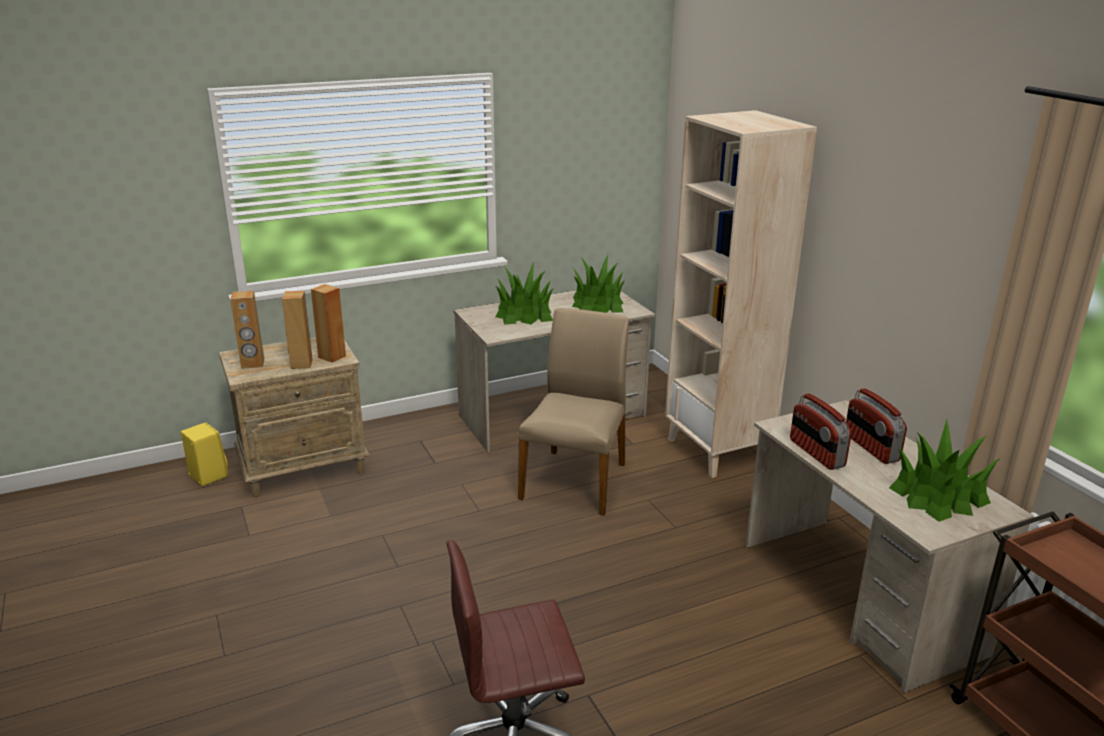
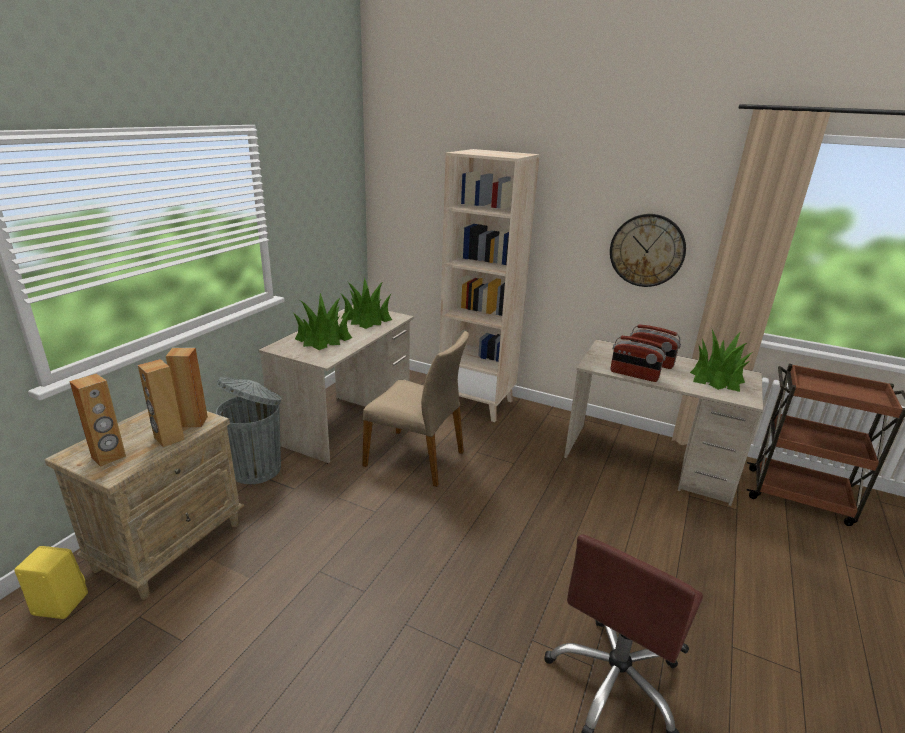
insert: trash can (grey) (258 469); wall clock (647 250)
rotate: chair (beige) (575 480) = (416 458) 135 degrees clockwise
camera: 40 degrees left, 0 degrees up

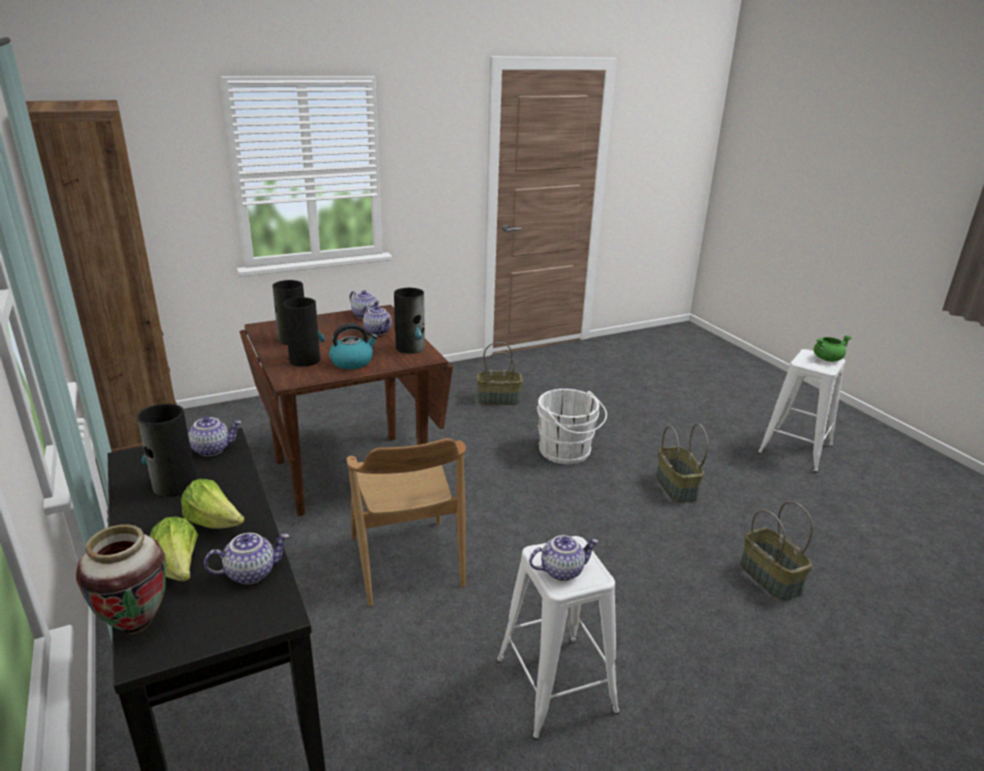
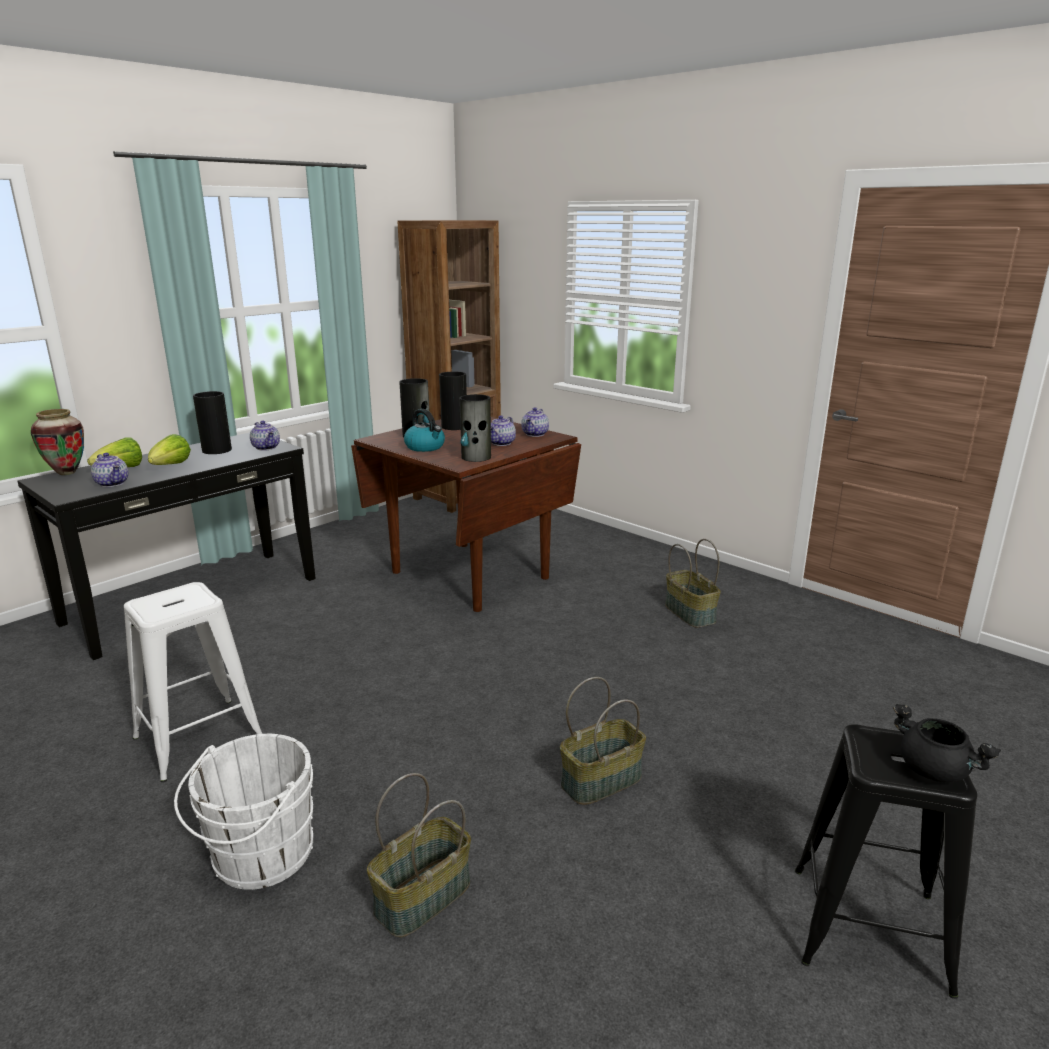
delete: chair (brown) (406 561); teapot (562 570)
move: bucket (white) (567 452) to (258 857)
recolor: stool (white) (795 449) to stool (black) (870 929); cooking pot (green) (827 359) to cooking pot (black) (935 770)
camera: 70 degrees right, 5 degrees down

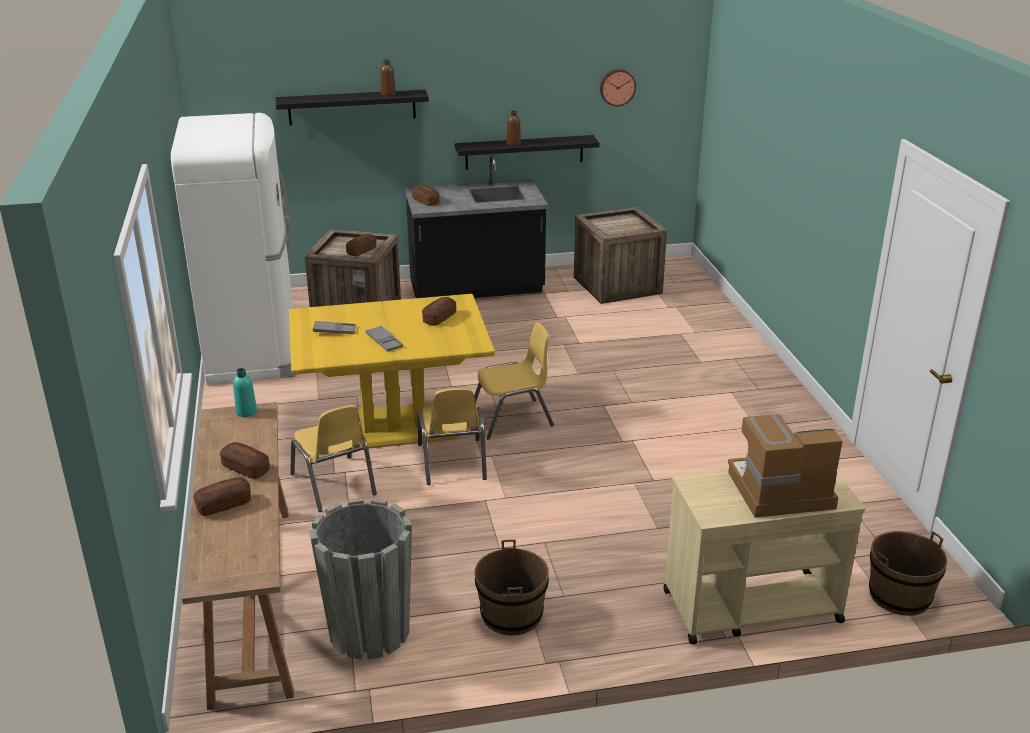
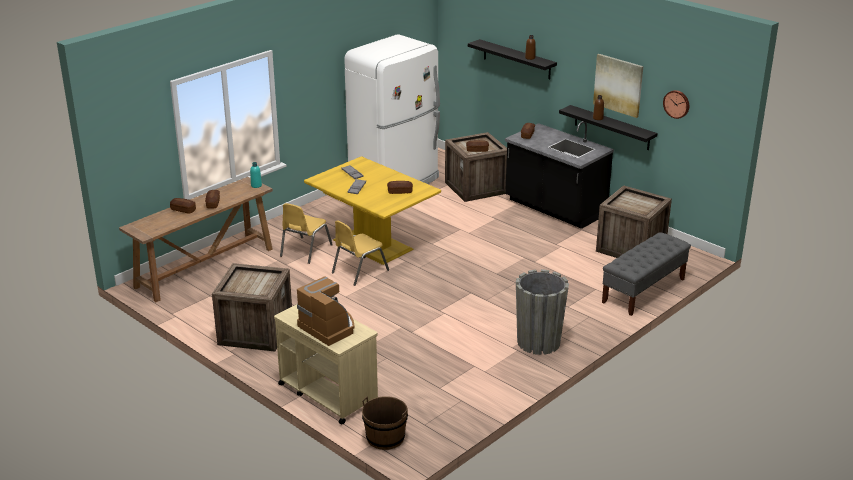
delete: chair (yellow) (512 419)
insert: picture (618 85); bench (grey) (643 291)
move: planter (grey) (369 631) to (538 342)
replace: bucket (brown) (511 615) to crate (255 331)
camera: 55 degrees right, 0 degrees up

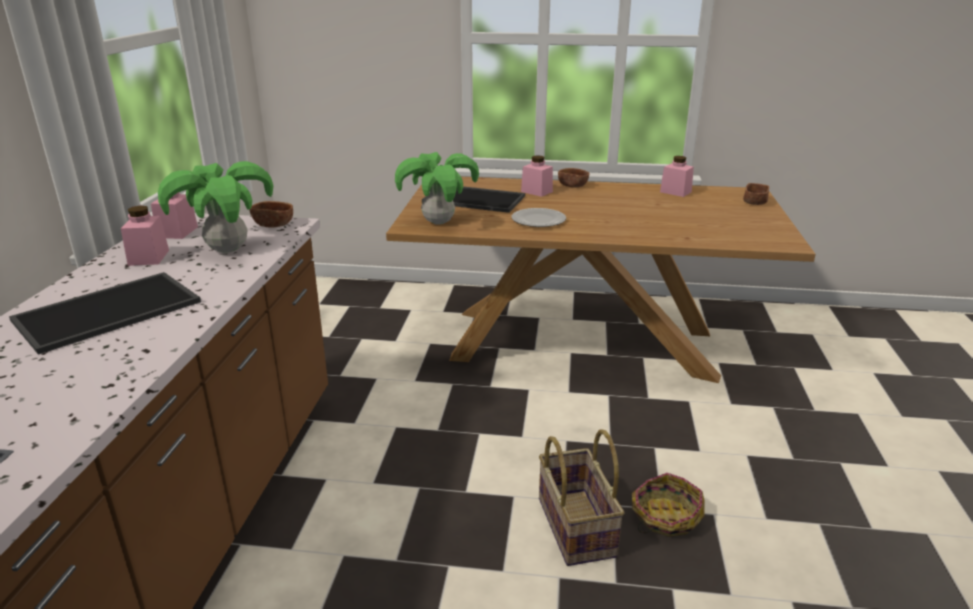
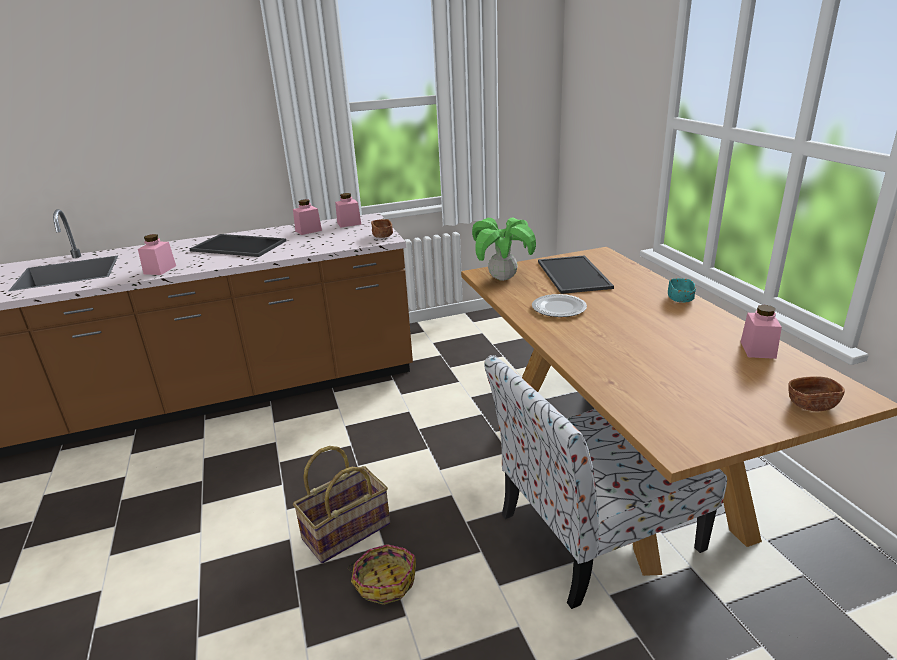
delete: potted plant (227 249)
insert: chair (594 533)
move: jar (pink) (536 191) to (160 270)
recolor: bowl (brown) (572 185) to bowl (turquoise) (680 299)
camera: 65 degrees right, 0 degrees up

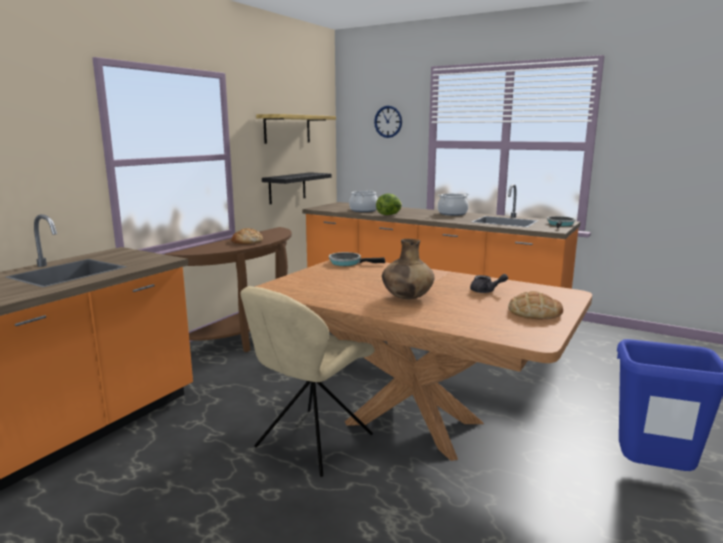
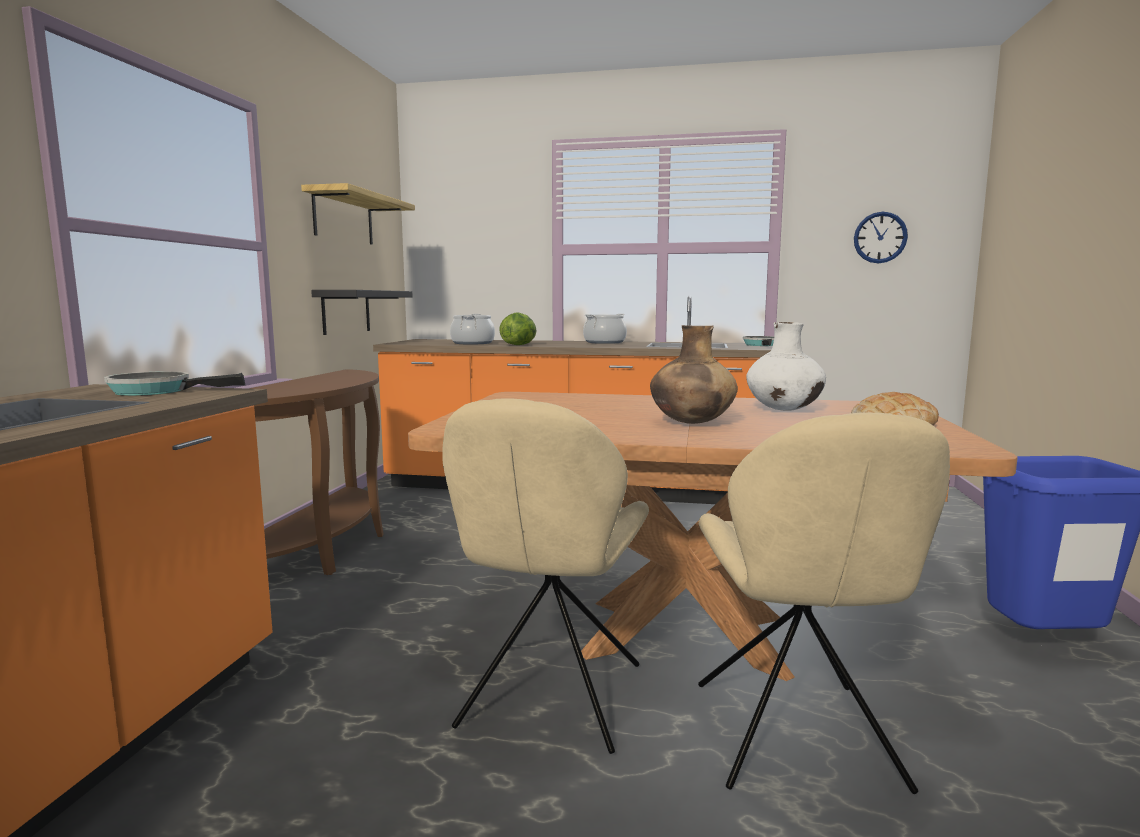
delete: bread (247 241)
insert: chair (beige) (796 739)
move: frying pan (348 263) to (157 391); wall clock (388 121) to (880 237)
replace: teapot (grey) (486 291) to vase (white) (783 410)
camera: 20 degrees left, 5 degrees down

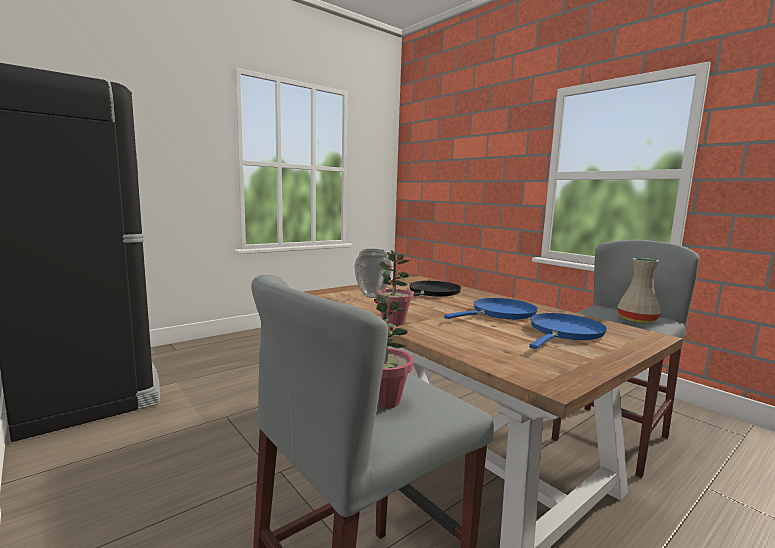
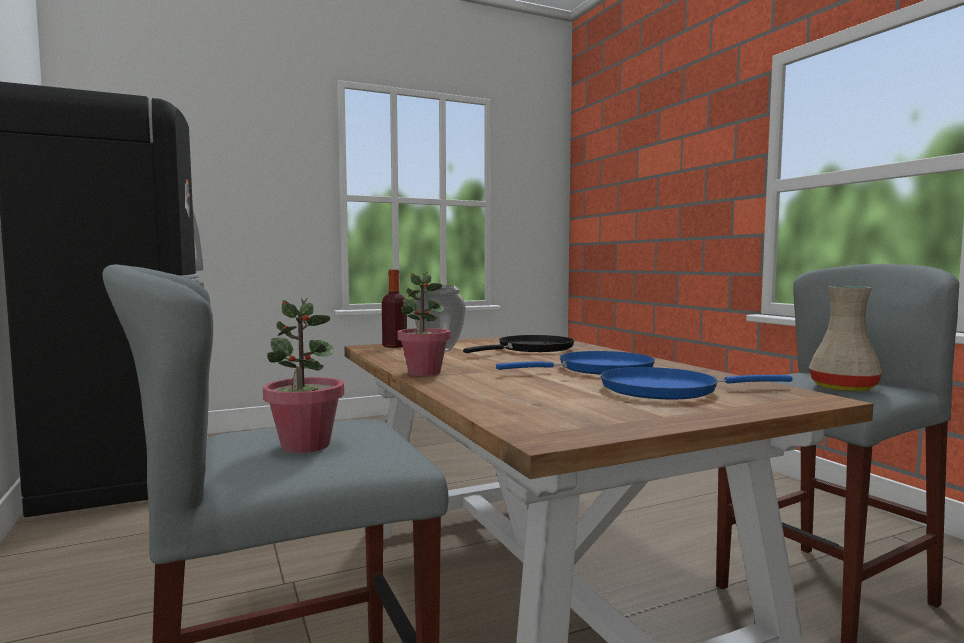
insert: bottle (394 346)
rotate: frying pan (blue) (564 332) = (667 390) 150 degrees counterclockwise
camera: 15 degrees right, 5 degrees down

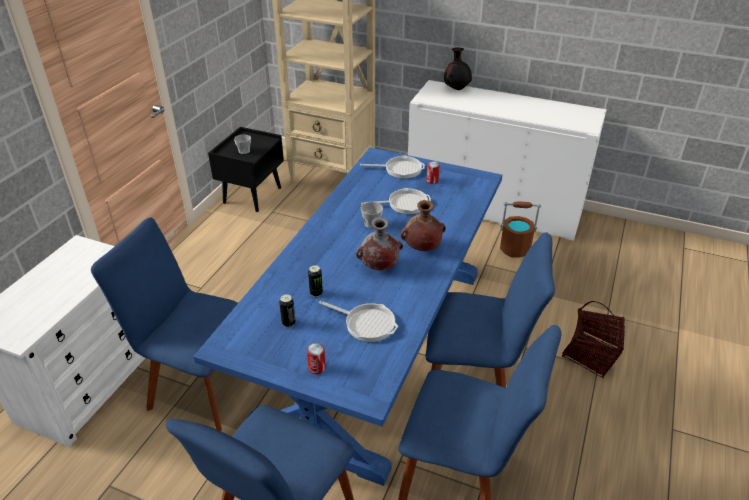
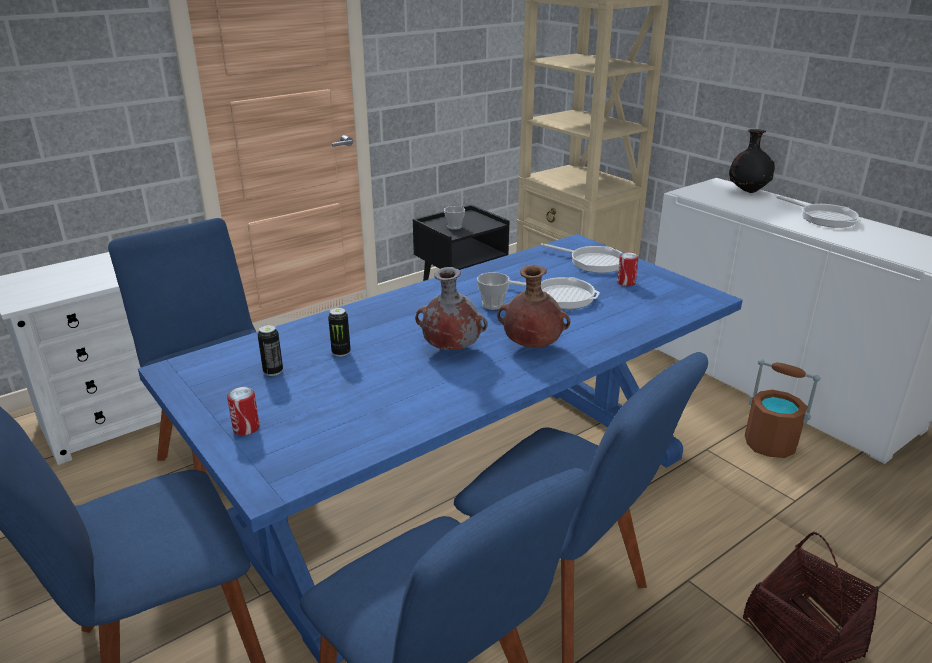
move: frying pan (366 323) to (824 218)
camera: 30 degrees right, 10 degrees down

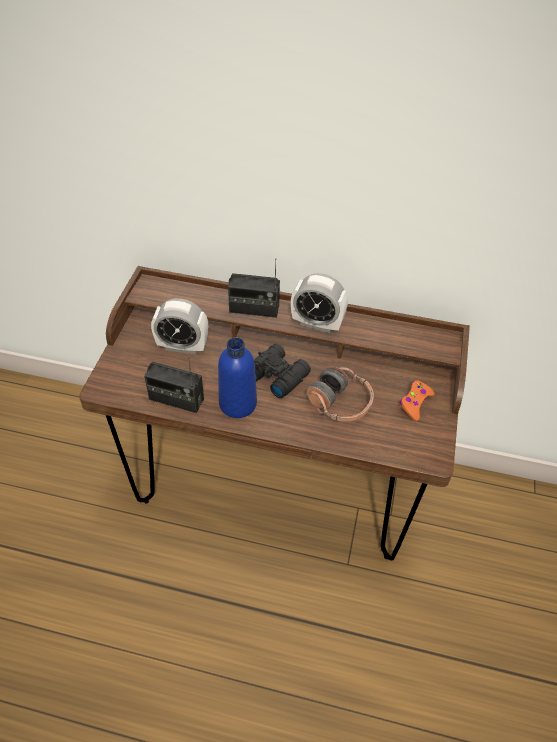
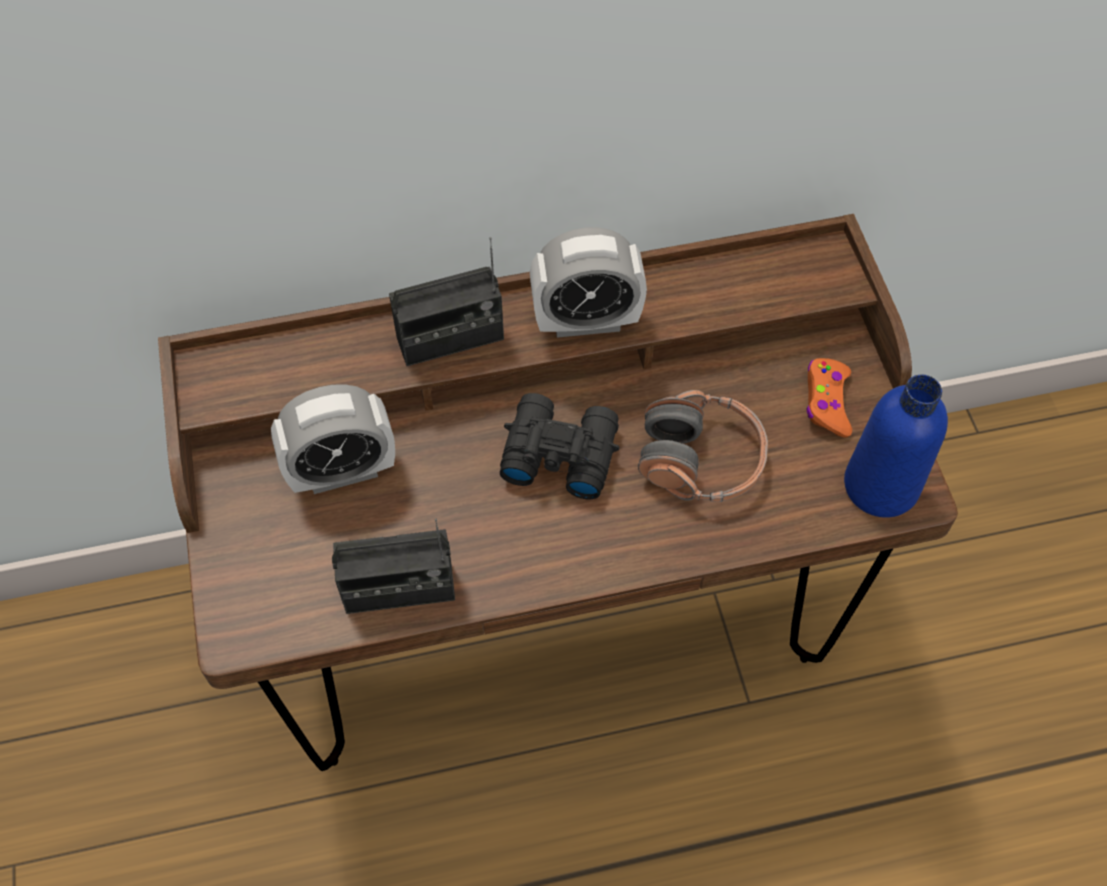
move: bottle (blue) (238 404) to (881 485)
camera: 25 degrees left, 10 degrees up

